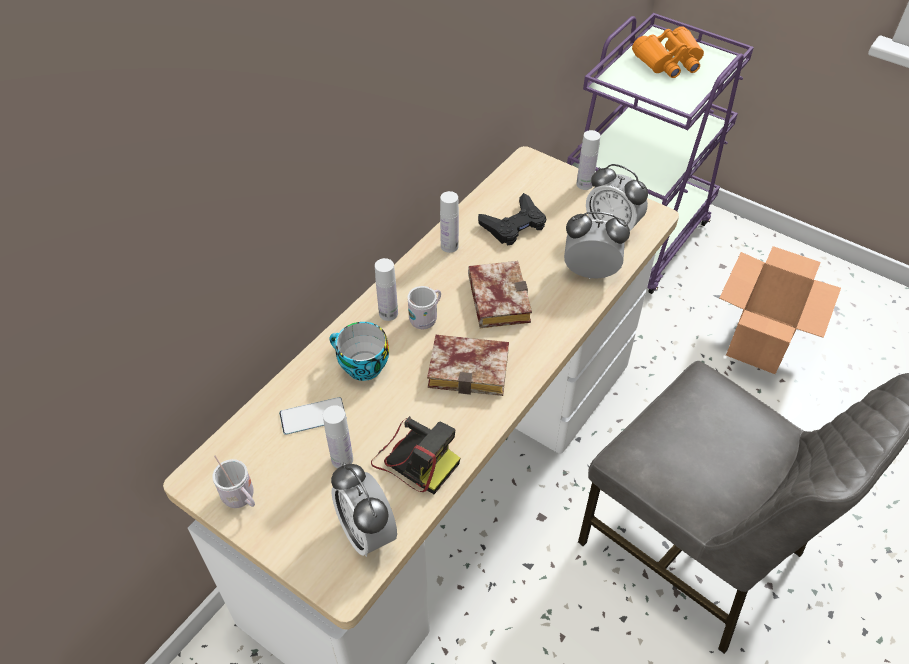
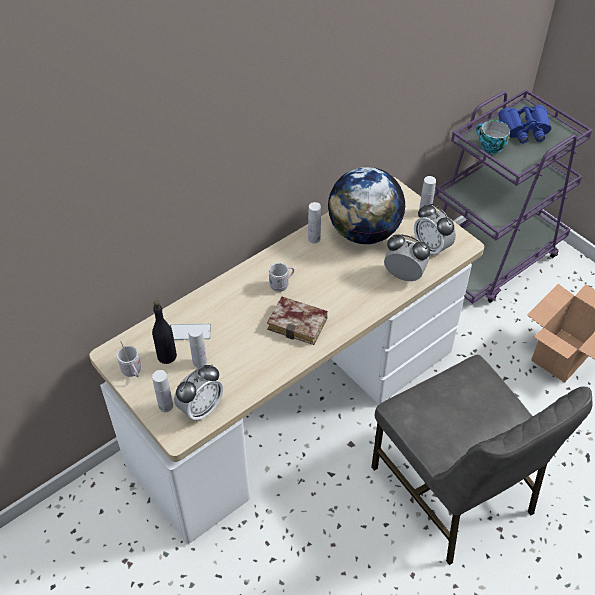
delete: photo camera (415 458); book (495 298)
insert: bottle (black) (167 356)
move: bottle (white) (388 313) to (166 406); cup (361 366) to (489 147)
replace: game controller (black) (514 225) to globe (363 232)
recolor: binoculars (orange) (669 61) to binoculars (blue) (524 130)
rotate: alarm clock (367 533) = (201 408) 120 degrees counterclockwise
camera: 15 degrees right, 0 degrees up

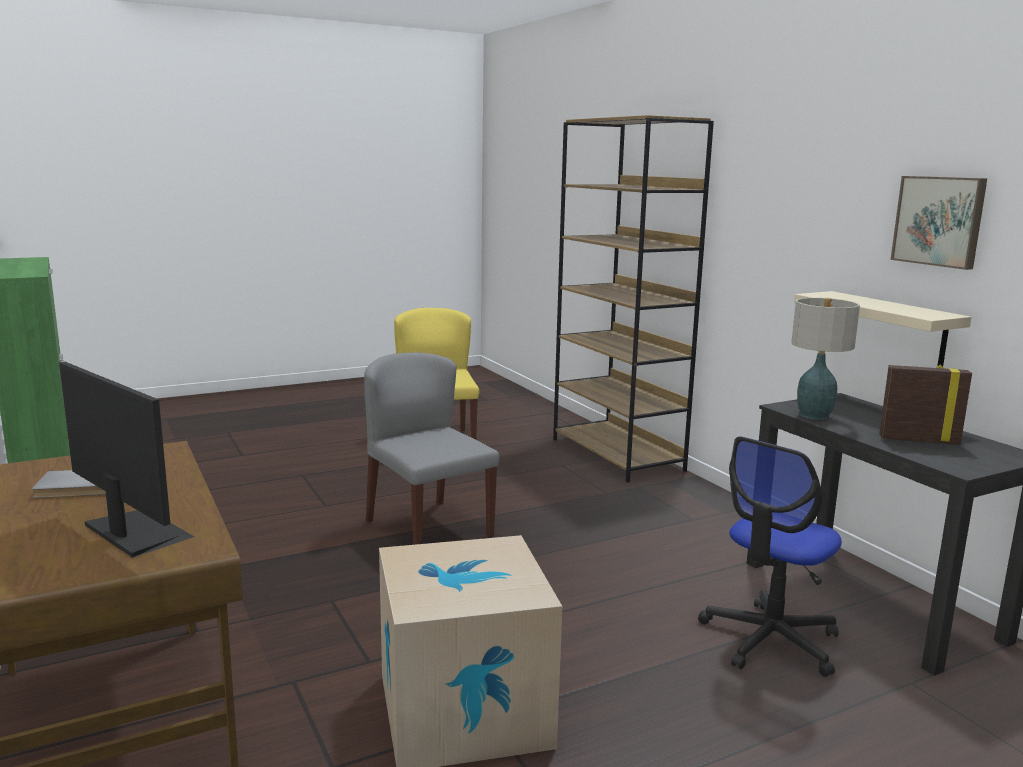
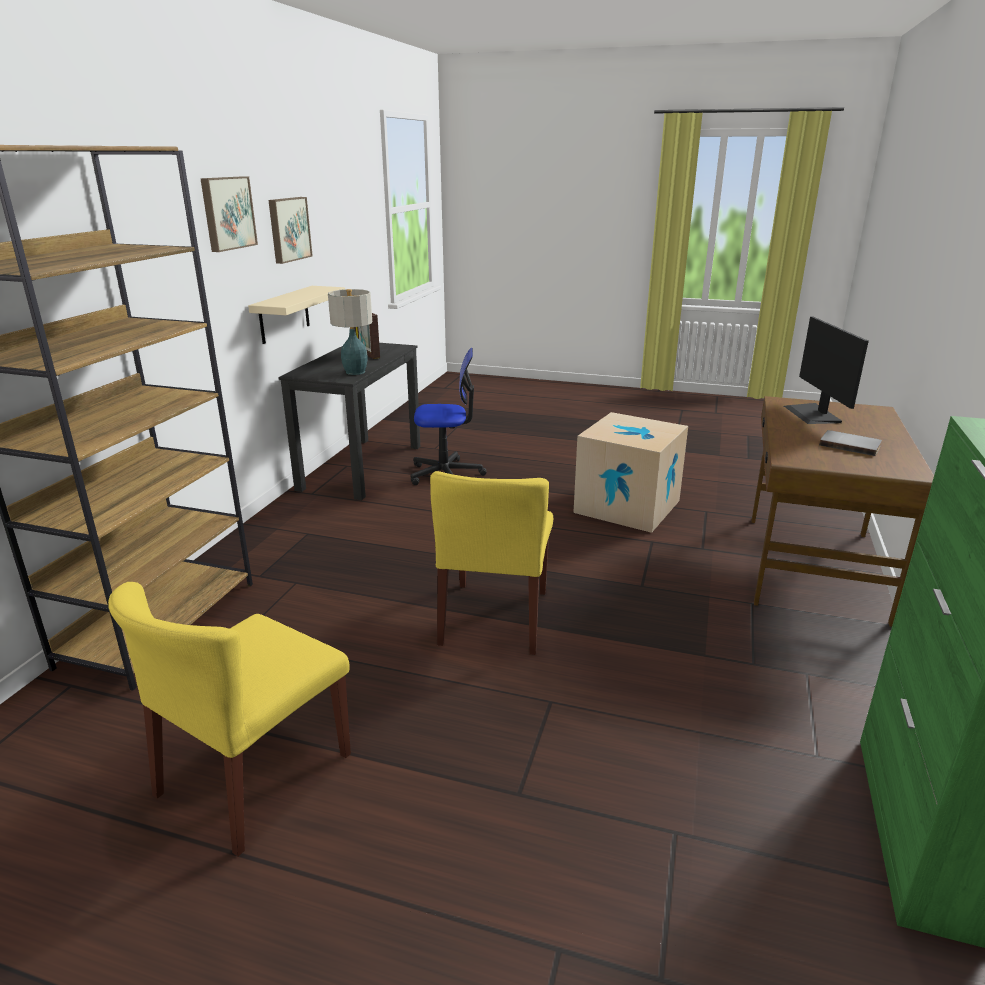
insert: picture (227 213)
recolor: chair (grey) (428 528) to chair (yellow) (495 618)
camera: 135 degrees left, 10 degrees up

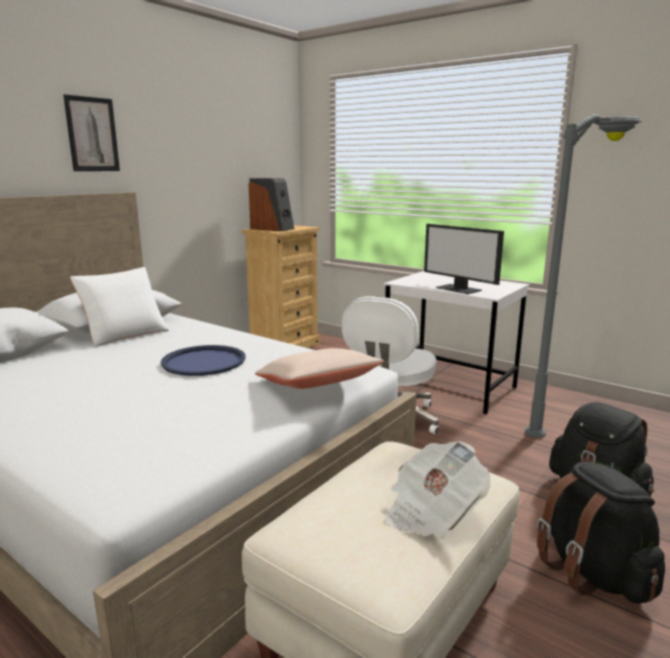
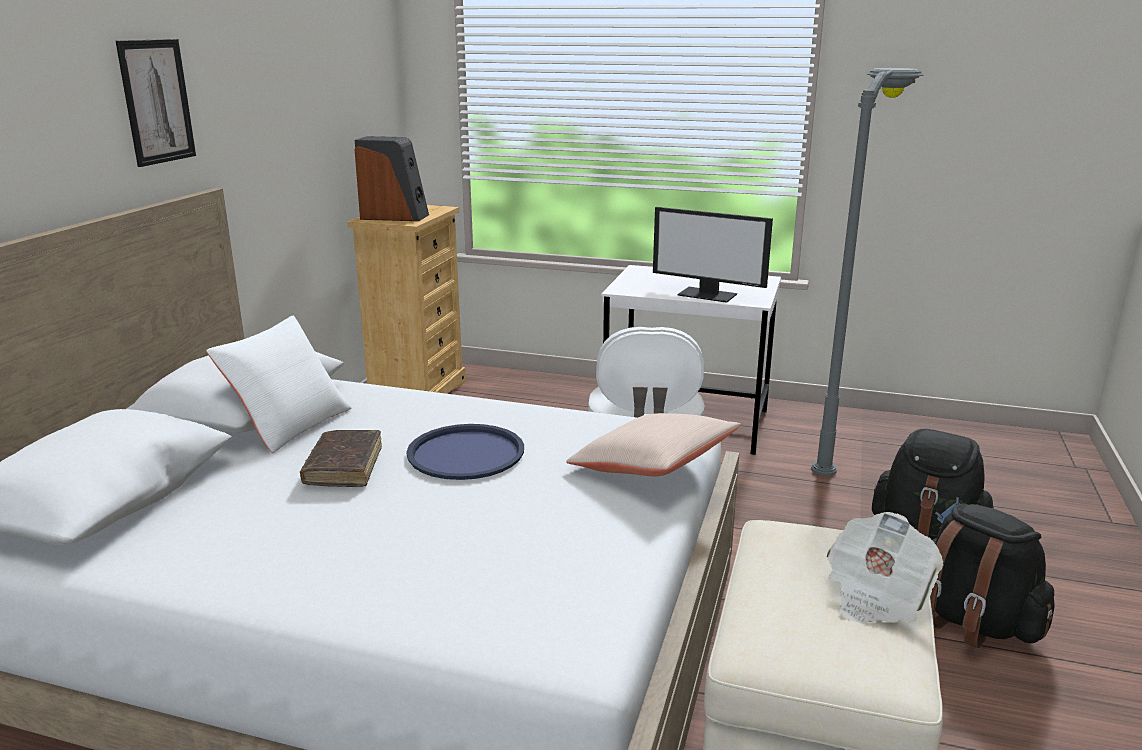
insert: book (brown) (344 467)
camera: 20 degrees left, 5 degrees up

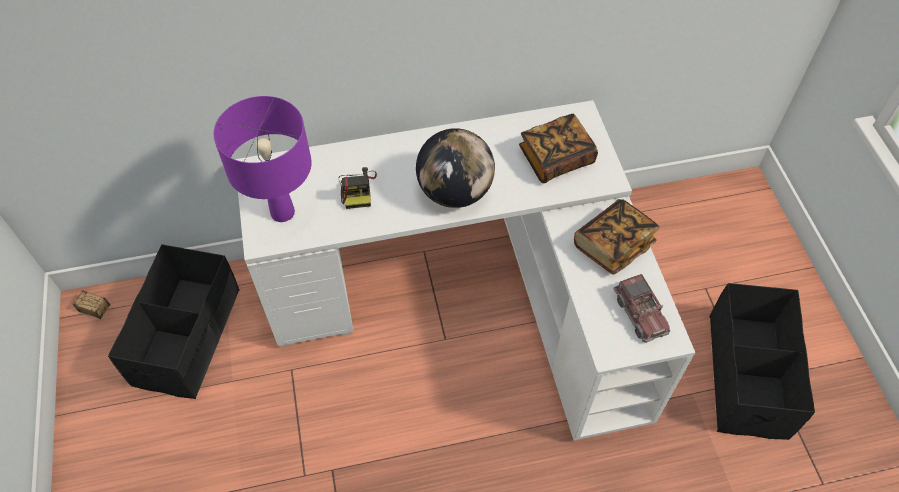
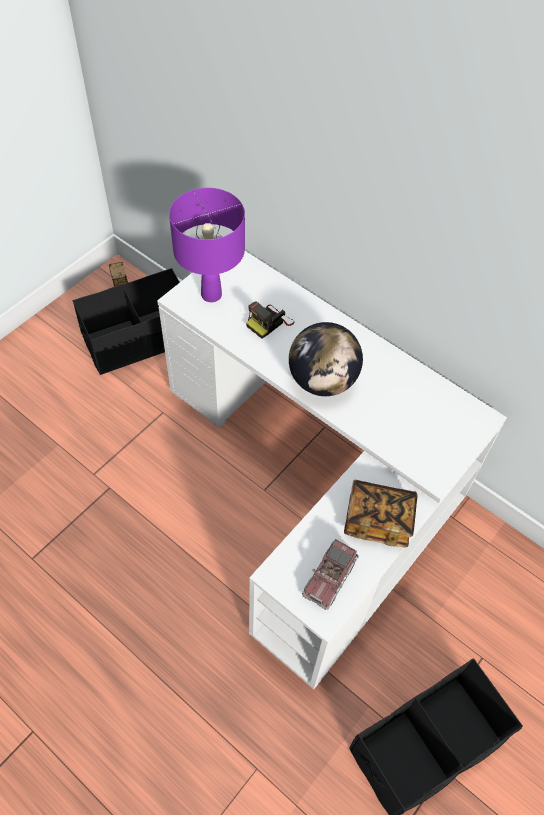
delete: book (556 159)
camera: 50 degrees right, 0 degrees up

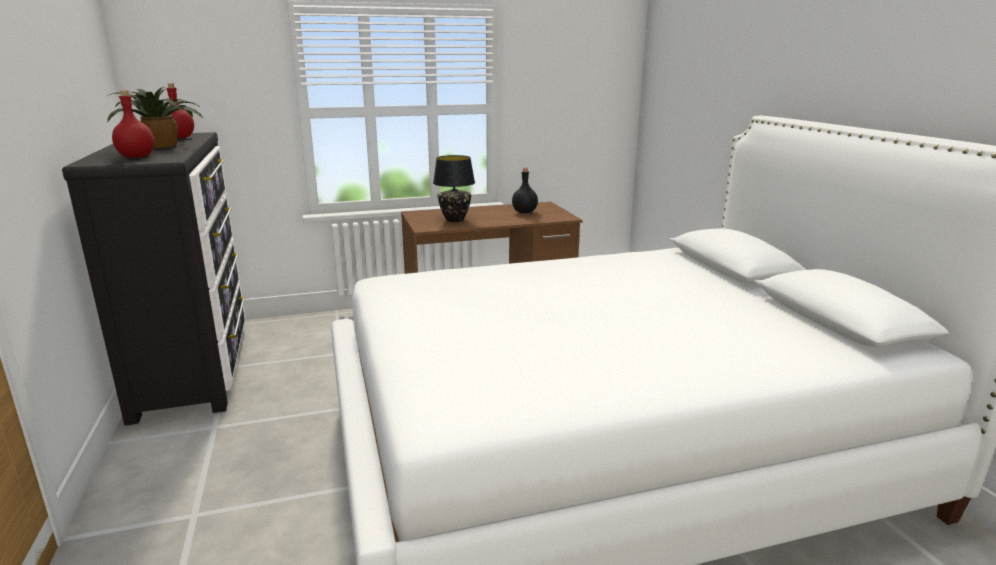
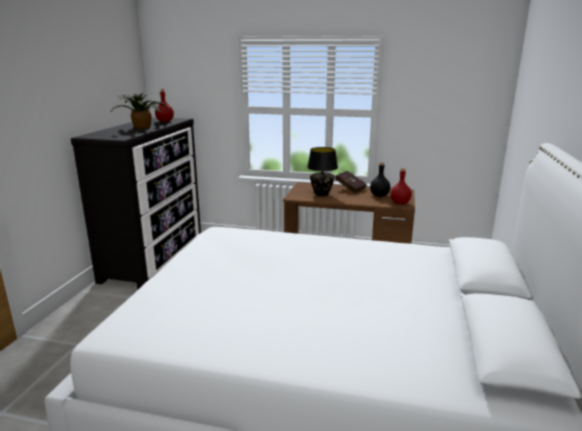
insert: book (red) (349 188)
move: bottle (red) (137 157) to (400 203)
camera: 30 degrees right, 0 degrees up

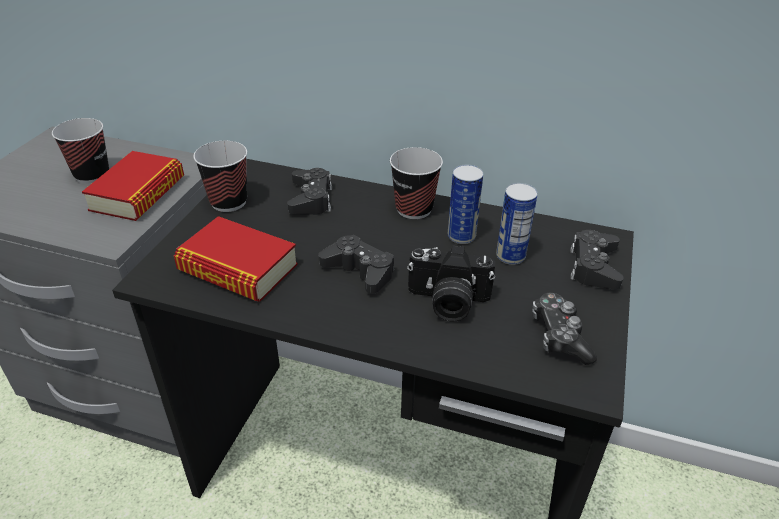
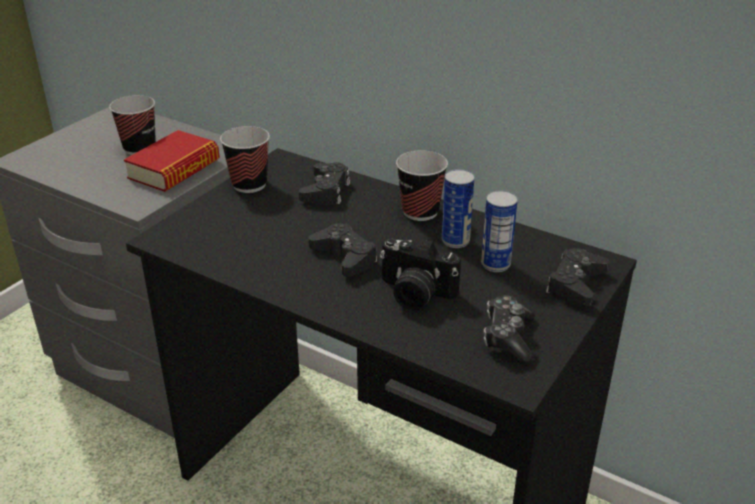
delete: book (238 268)
camera: 15 degrees right, 5 degrees down

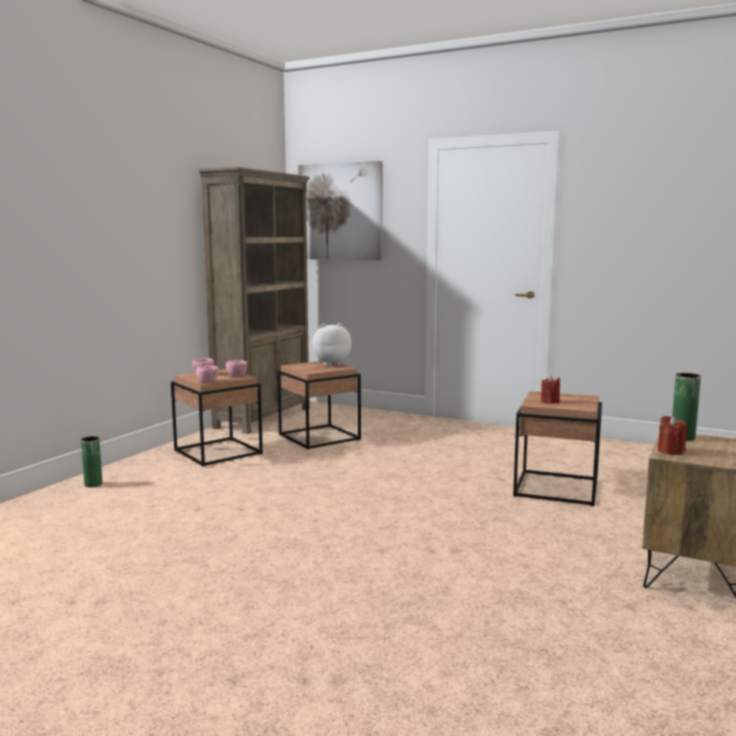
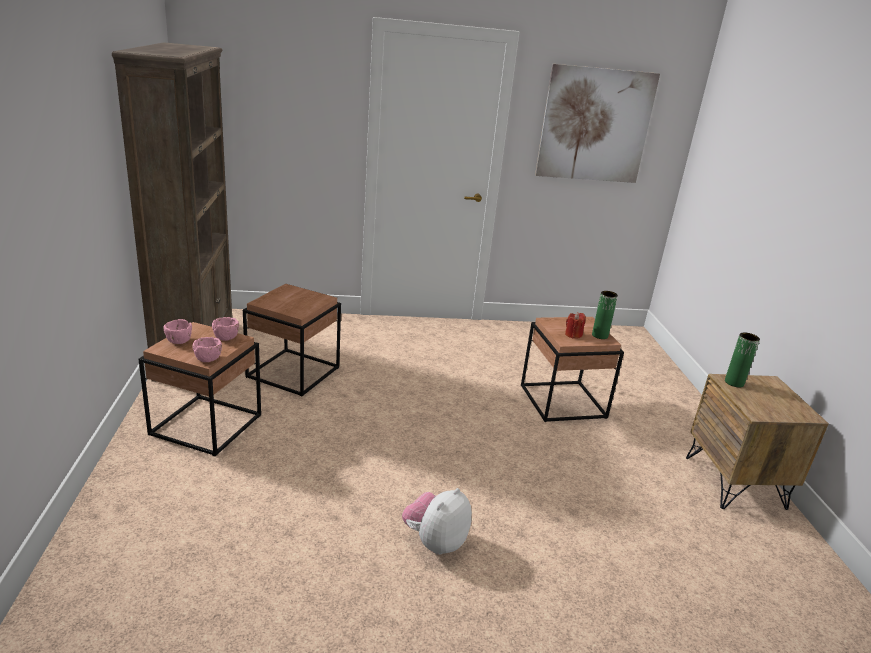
delete: candle (red) (670 451)
move: plush toy (330 364) to (435 542); picture (340 212) to (595 125); vase (green) (93 484) to (600 335)
camera: 35 degrees left, 15 degrees up

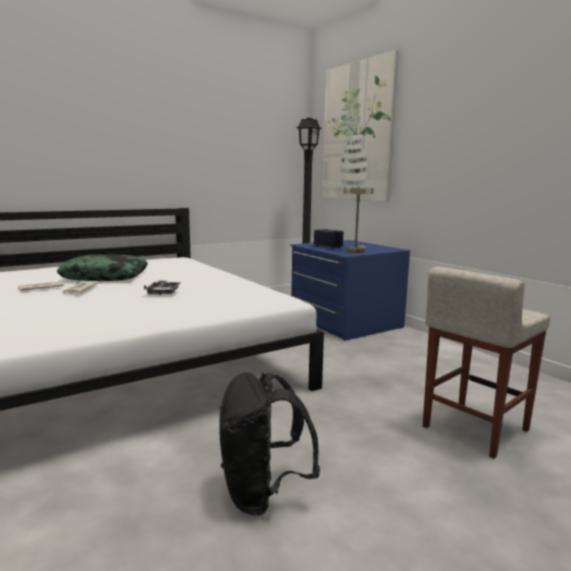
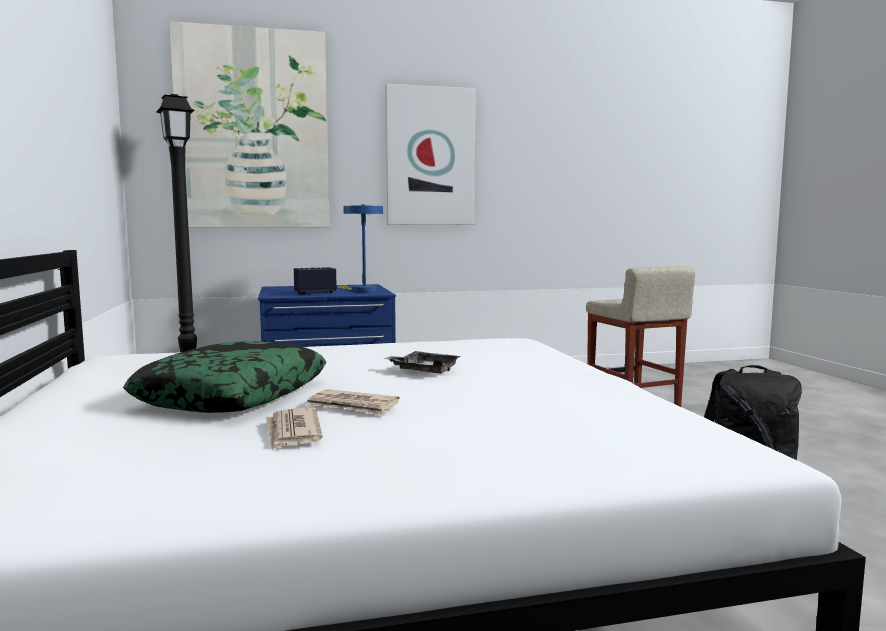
insert: picture (430 156)
recolor: table lamp (beige) (356 251) to table lamp (blue) (361 290)
camera: 70 degrees left, 5 degrees down

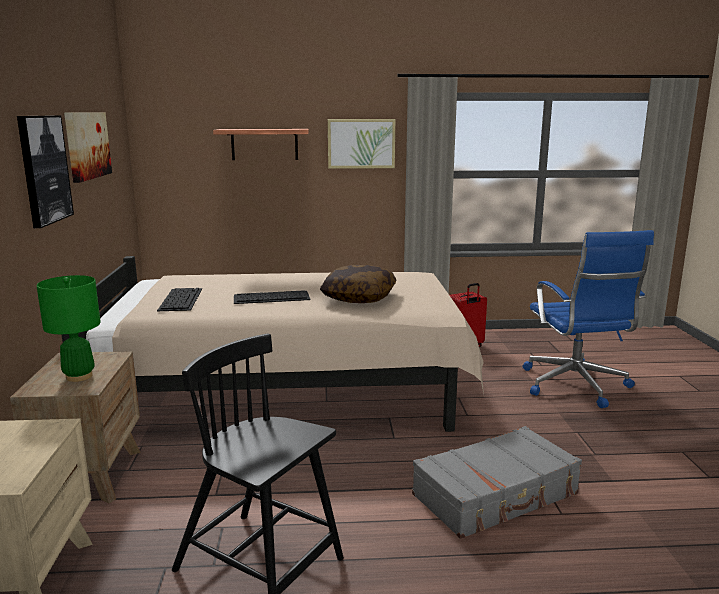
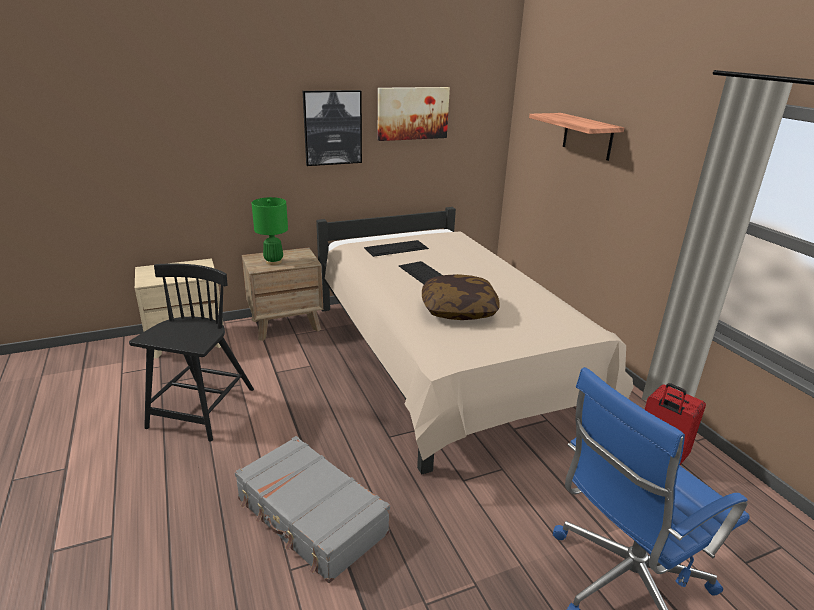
delete: picture (361 143)
camera: 70 degrees right, 10 degrees up

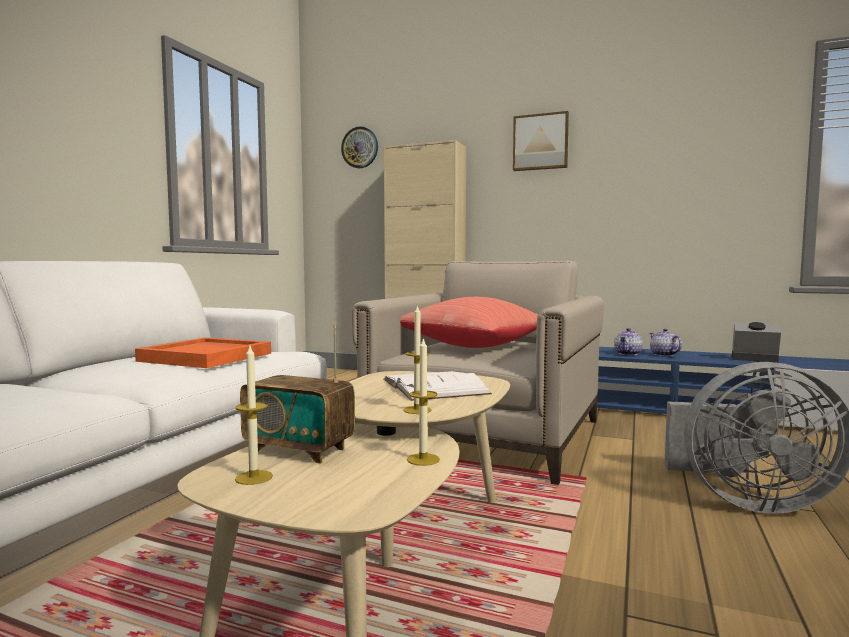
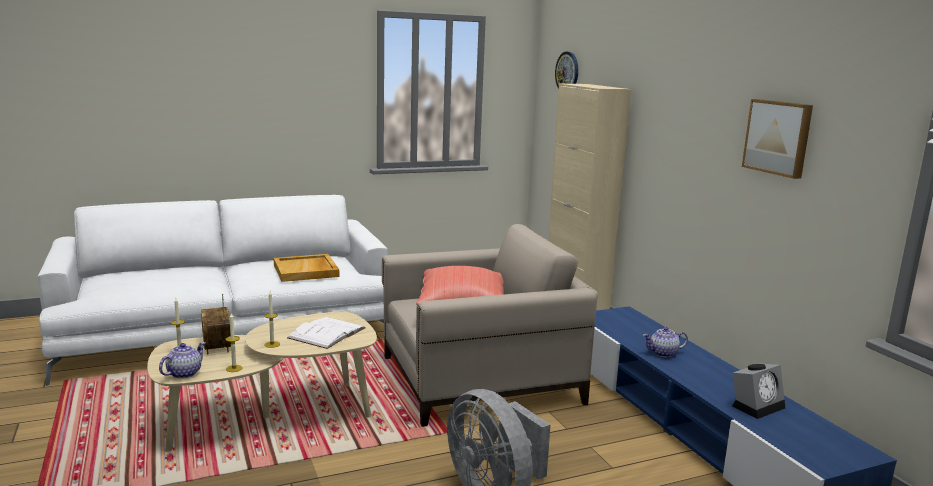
move: teapot (663 354) to (184 373); picture (540 142) to (778 137)
recolor: tray (orange) (207 357) to tray (beige) (306 271)
rotate: alarm clock (752 359) = (757 405) 75 degrees clockwise
camera: 45 degrees right, 10 degrees up

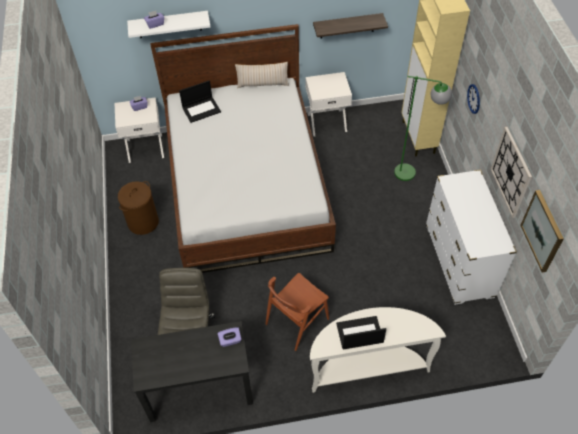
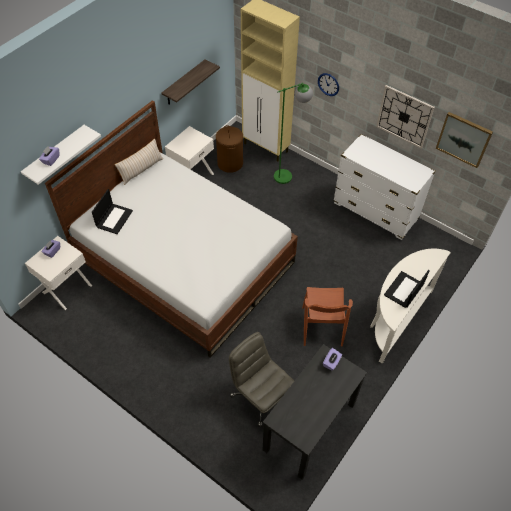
move: laundry basket (brown) (143 222) to (230 163)
camera: 45 degrees left, 0 degrees up

